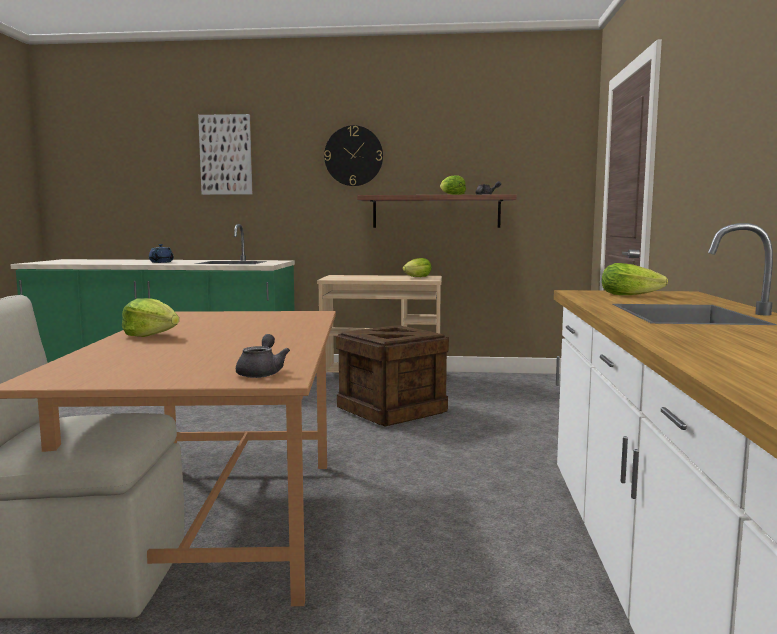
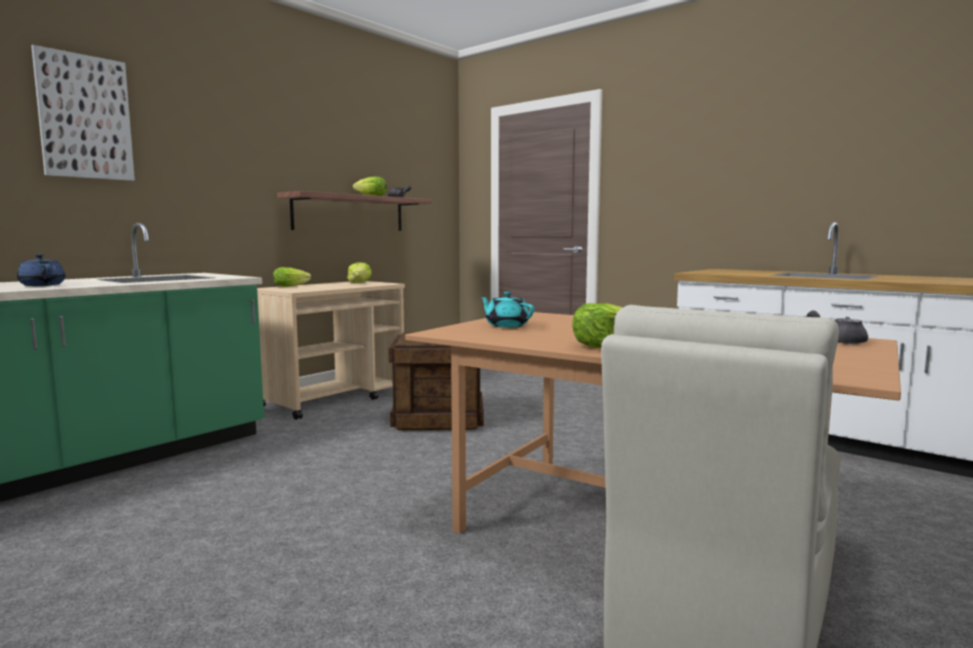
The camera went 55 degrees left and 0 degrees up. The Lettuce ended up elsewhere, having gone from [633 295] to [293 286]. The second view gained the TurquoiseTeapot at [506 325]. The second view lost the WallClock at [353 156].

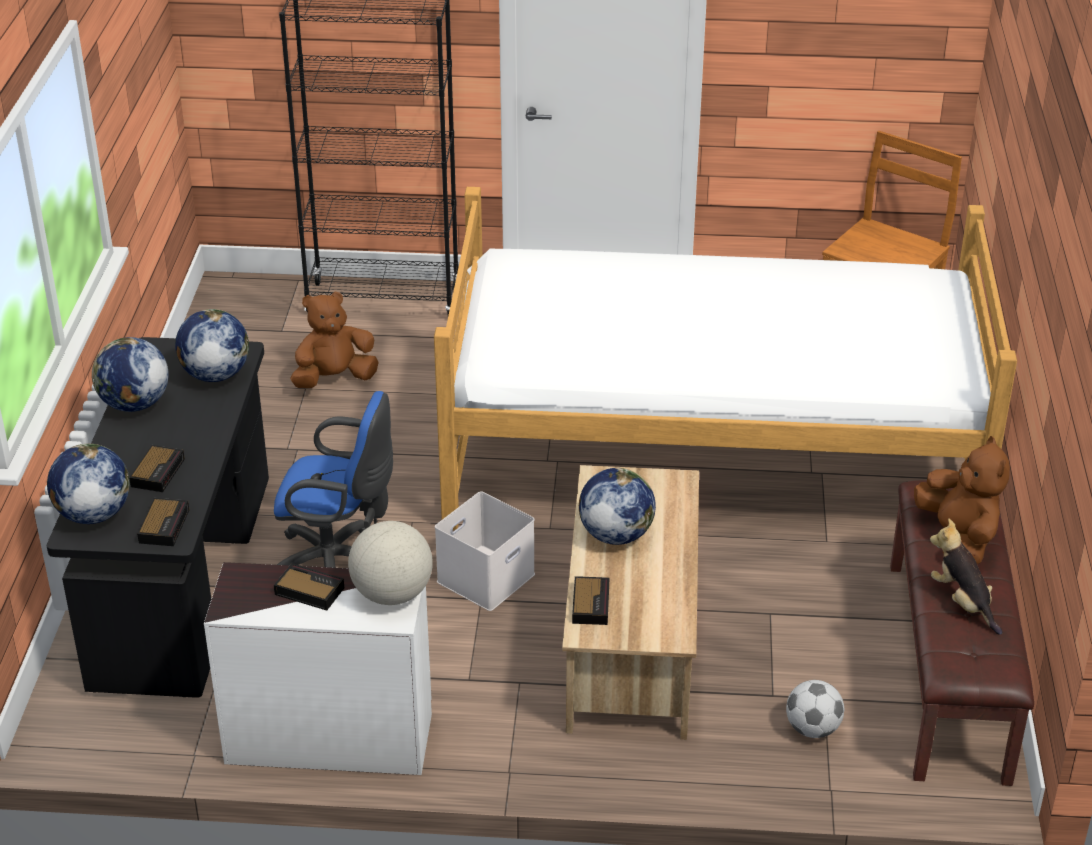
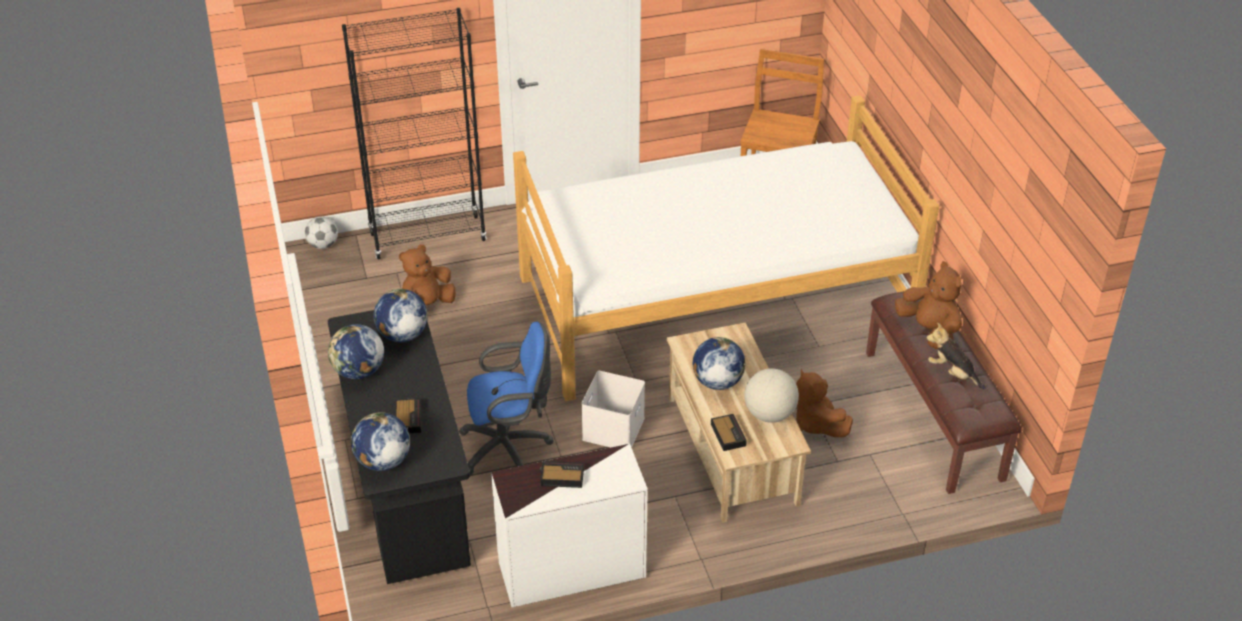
The camera went 20 degrees left and 5 degrees up. The Football ended up elsewhere, having gone from [812 729] to [323 245]. The Globe ended up elsewhere, having gone from [392 594] to [769 414]. The second view gained the BrownPlushToy at [816 423]. The second view lost the AlarmClock at [164 525].

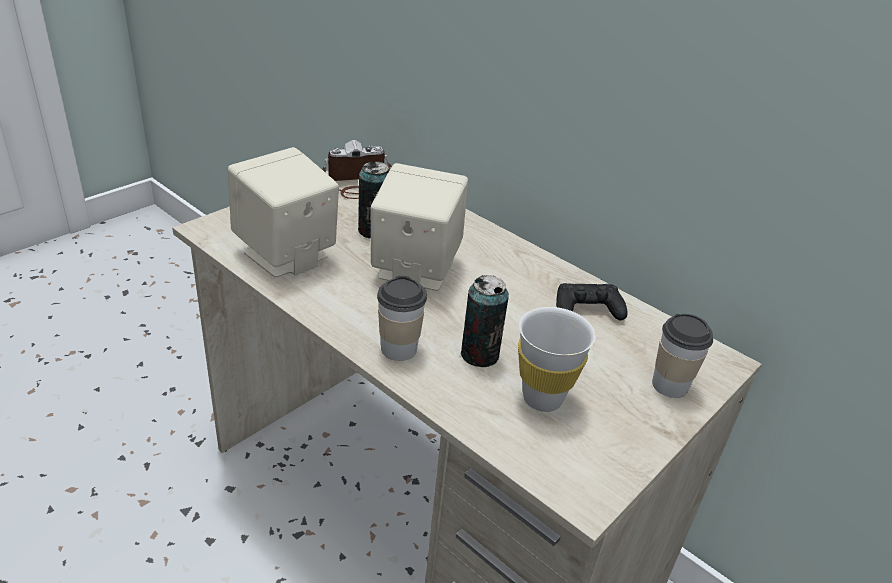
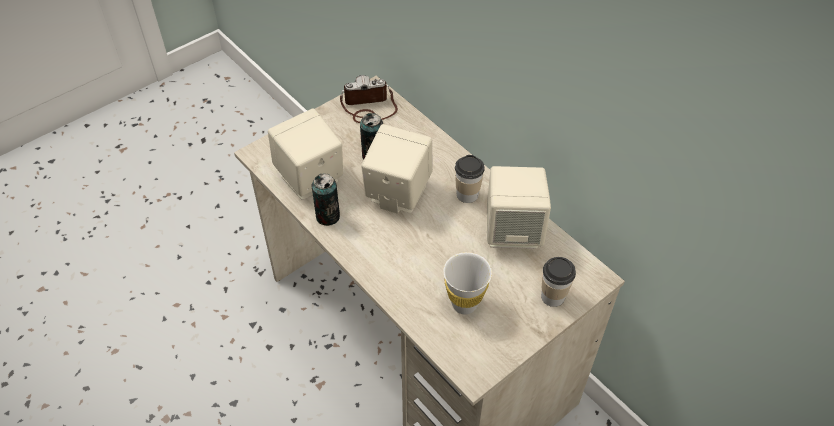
The camera went 10 degrees right and 15 degrees up. The Can ended up elsewhere, having gone from [479 355] to [328 216]. The Cup ended up elsewhere, having gone from [398 349] to [467 194]. Where the BlackGameController stood at [587 309], the BeigeSpeaker came to stand at [513 231].

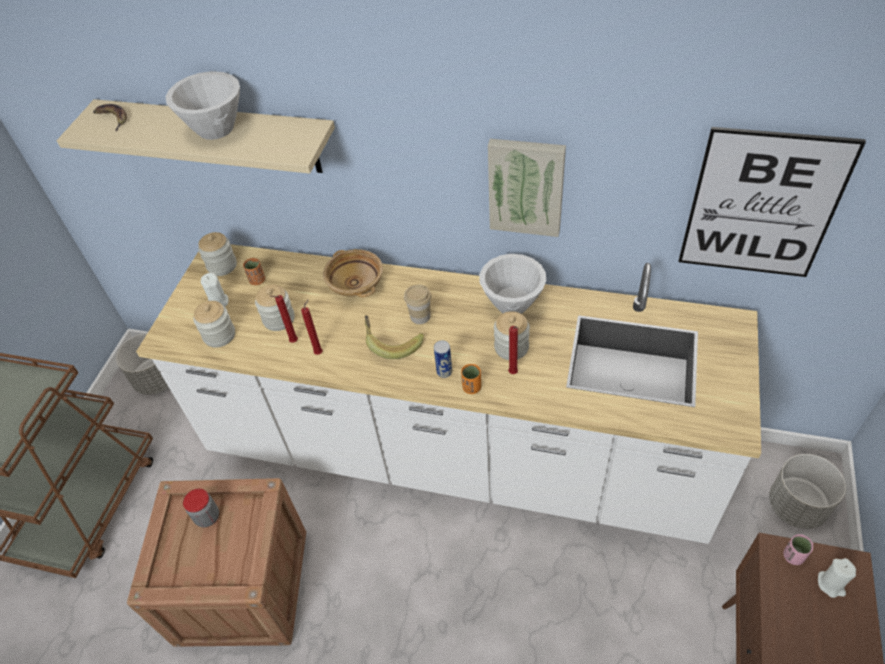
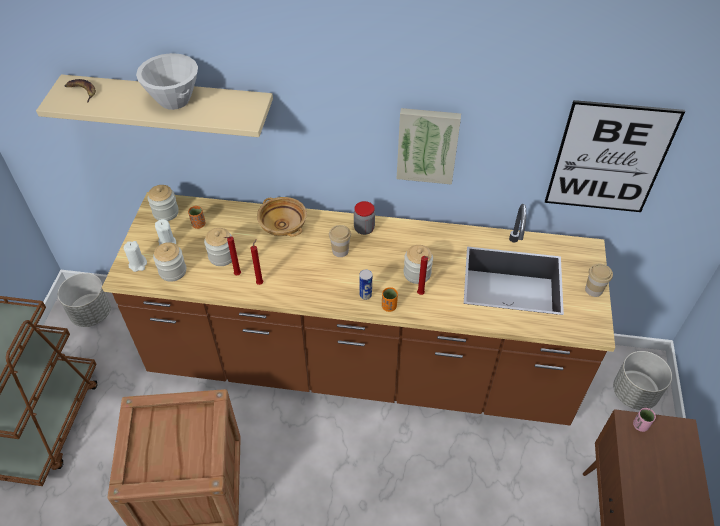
The camera went 10 degrees left and 0 degrees up. What was the WhiteCounter at [455 453] turned into the BrownCounter at [360 365]. The WhiteCandle ended up elsewhere, having gone from [831 584] to [138 264]. The Jar ended up elsewhere, having gone from [207 517] to [364 229]. The second view gained the Cup at [593 290]. The second view lost the Banana at [392 343]. The second view lost the WhiteBowl at [511 303].

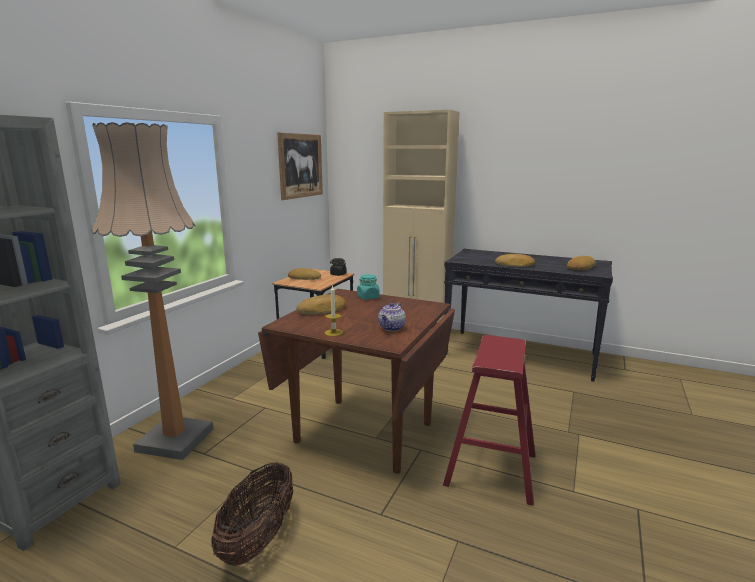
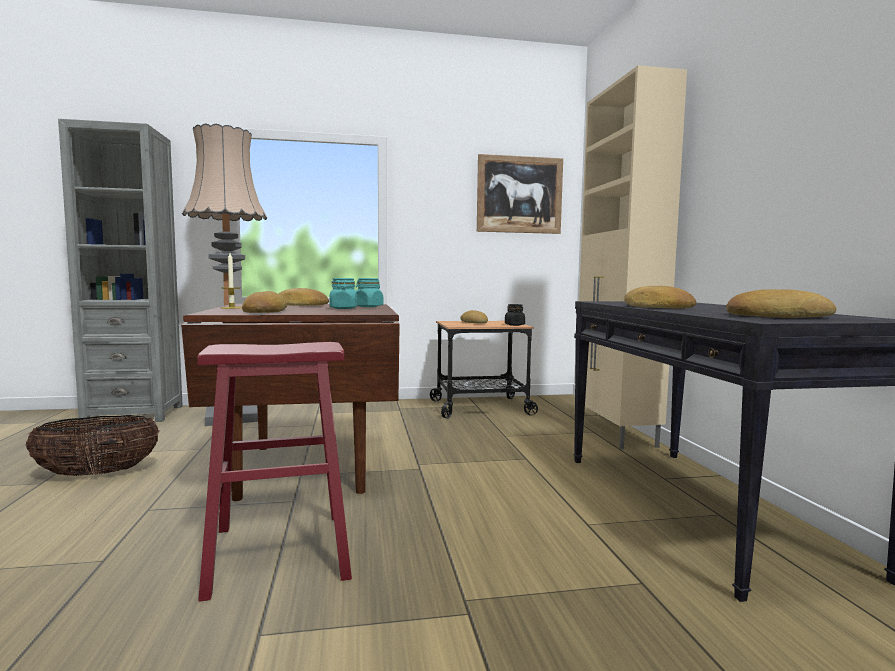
The camera went 55 degrees right and 10 degrees down. Where the Teapot stood at [391 328], the Bread came to stand at [264 311]. The second view gained the TurquoiseJar at [343 308].

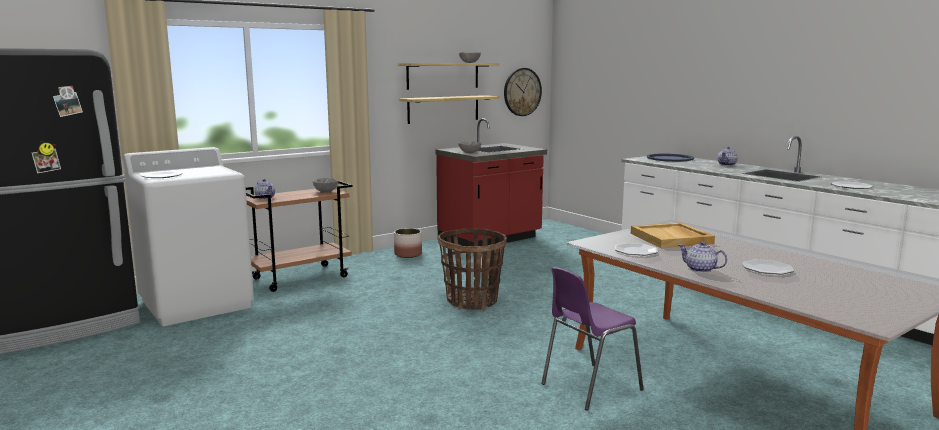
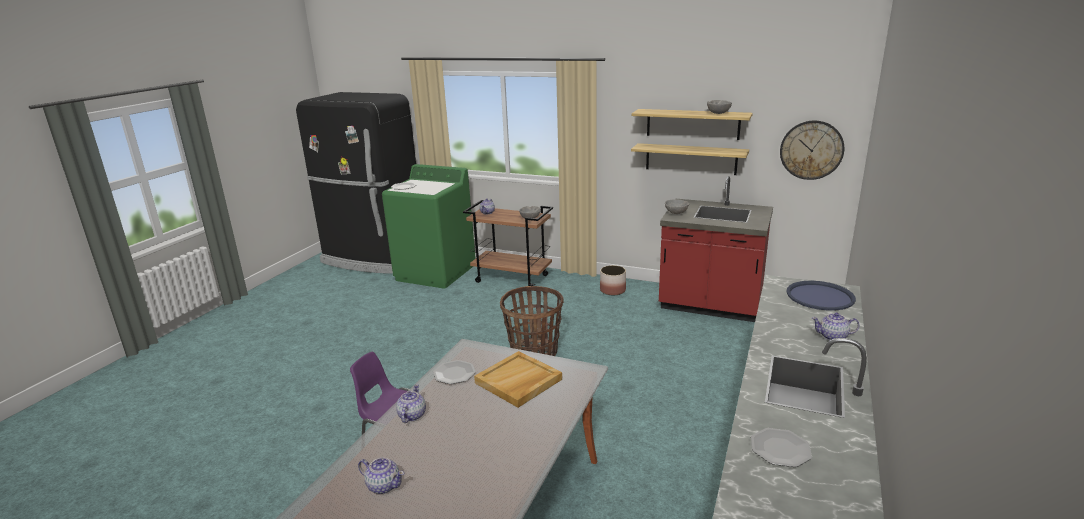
The camera went 60 degrees right and 10 degrees up. The second view gained the Teapot at [383 485]. What was the WhiteWashingMachine at [197 303] turned into the GreenWashingMachine at [436 273]. The second view lost the Plate at [767 269].

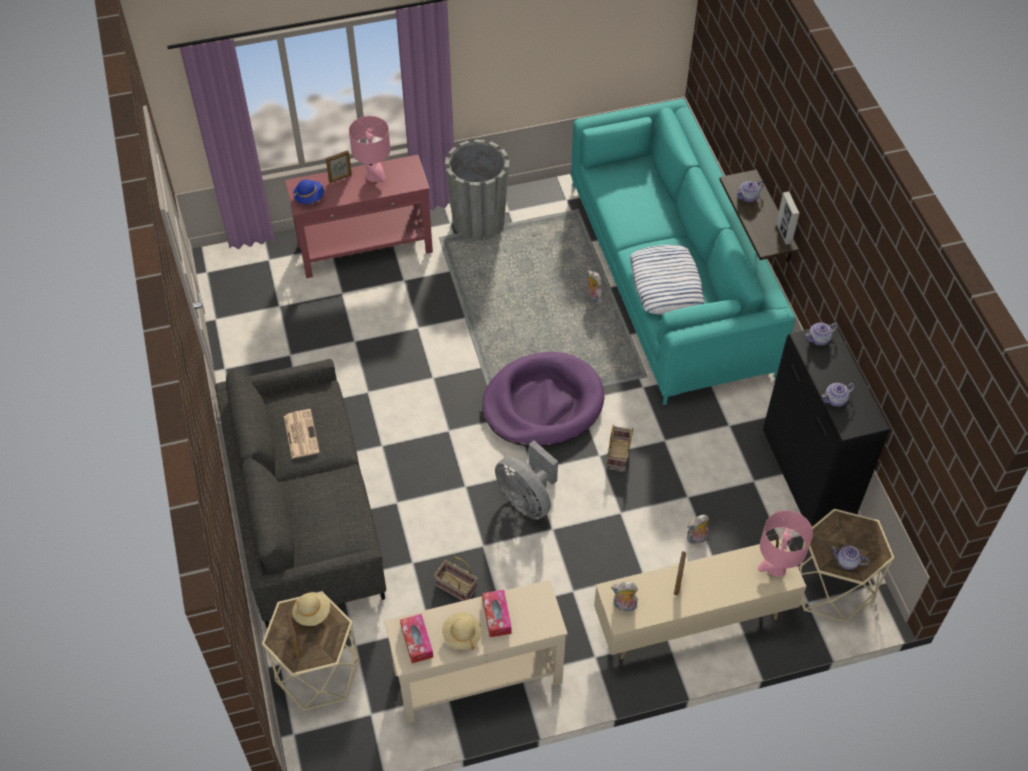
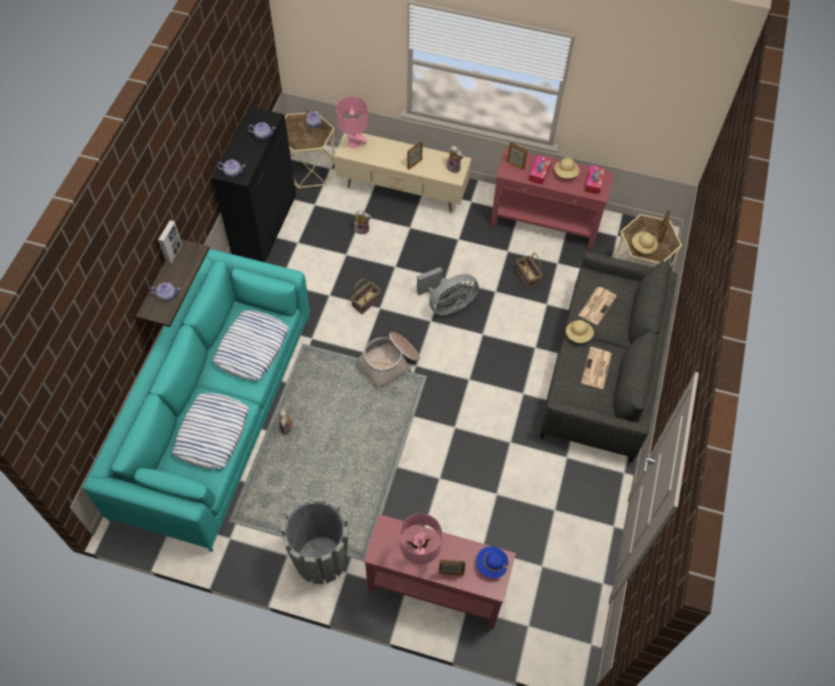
The camera went 150 degrees left and 5 degrees up. The second view gained the Pillow at [212 433]. Where the PurpleDogBed stood at [543 403], the Basket came to stand at [389 363]. The GreyFan at [527 499] ended up facing another way, 75 degrees clockwise from before. What was the BeigeConsoleTable at [477 677] turned into the RedConsoleTable at [545 224]. The second view gained the PictureFrame at [515 165]. The second view gained the BeigeHat at [578 335]. The second view gained the Newspaper at [597 305].

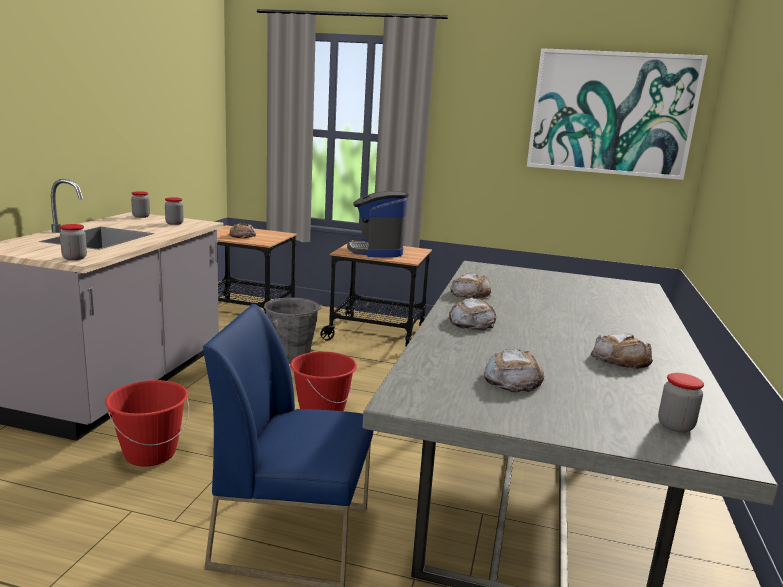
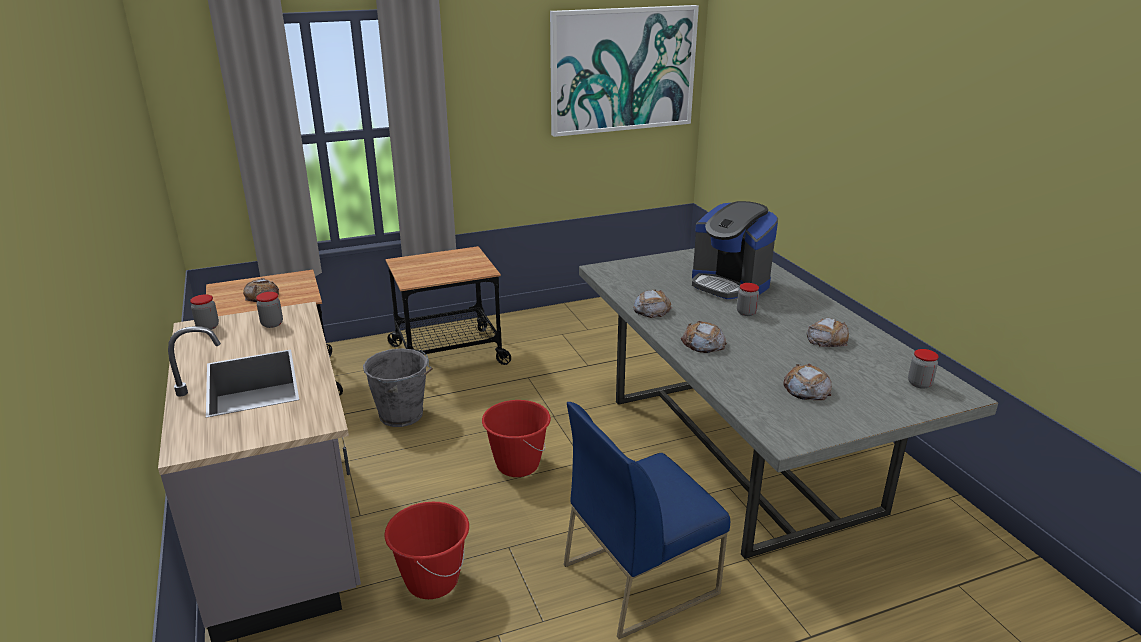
The camera went 35 degrees left and 10 degrees up. The CoffeeMachine ended up elsewhere, having gone from [376 250] to [729 284]. The Jar ended up elsewhere, having gone from [74 258] to [746 312].

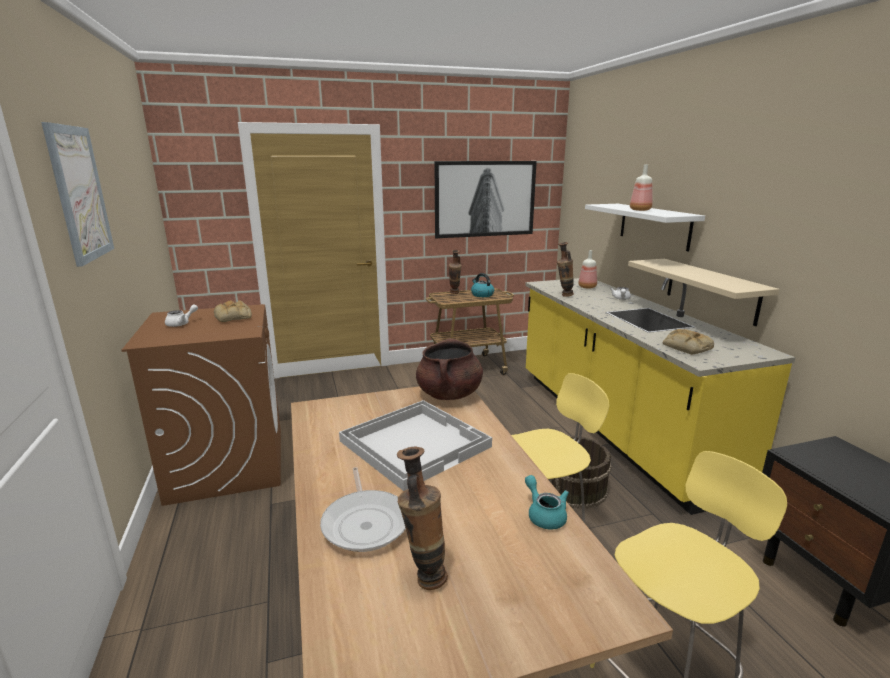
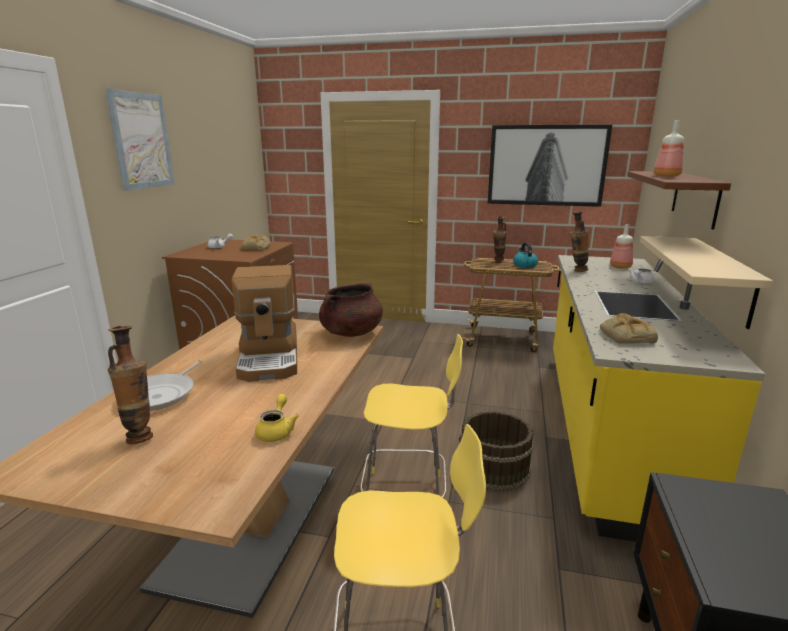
The camera went 30 degrees right and 0 degrees up. Where the WhiteTray stood at [415 443], the CoffeeMachine came to stand at [270 358]. What was the TurquoiseTeapot at [544 515] turned into the YellowTeapot at [277 431]. What was the WhiteShelf at [654 226] turned into the BrownShelf at [695 198].

